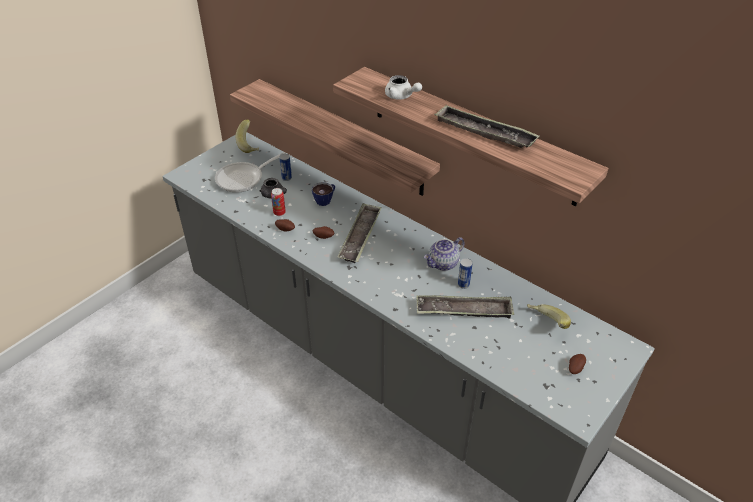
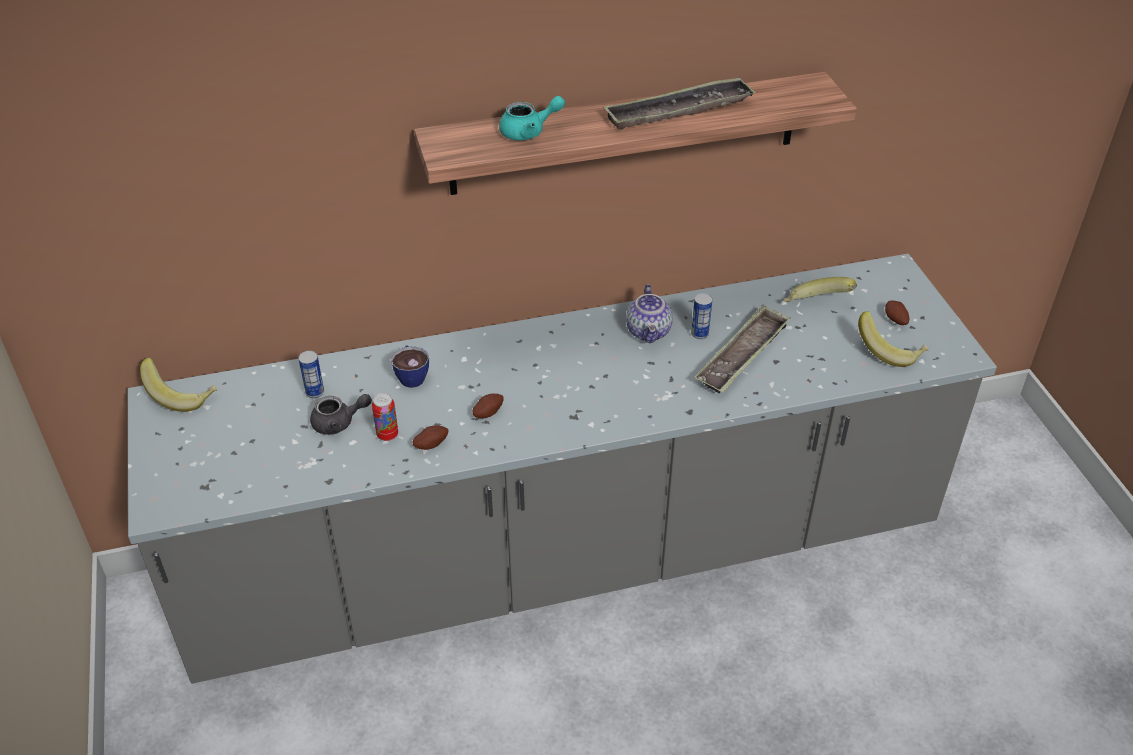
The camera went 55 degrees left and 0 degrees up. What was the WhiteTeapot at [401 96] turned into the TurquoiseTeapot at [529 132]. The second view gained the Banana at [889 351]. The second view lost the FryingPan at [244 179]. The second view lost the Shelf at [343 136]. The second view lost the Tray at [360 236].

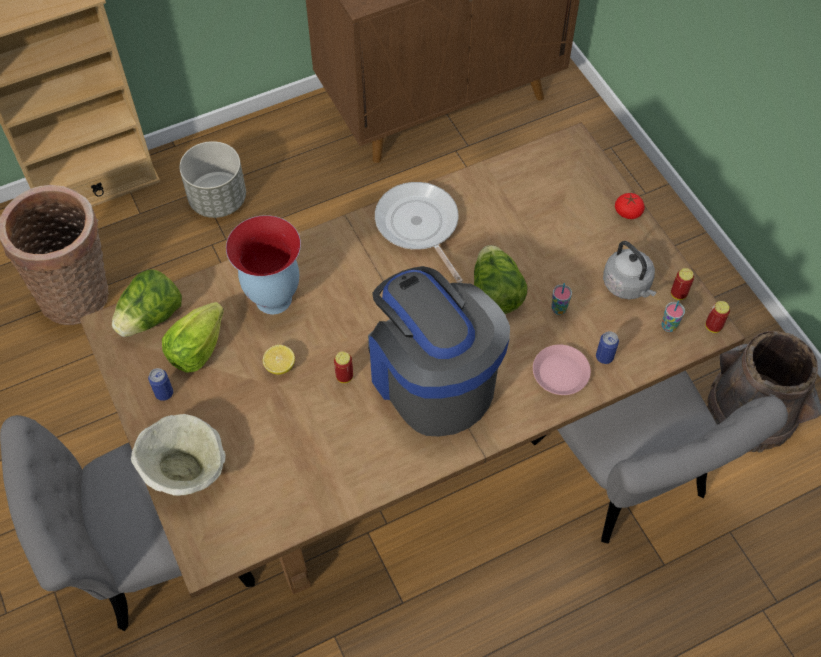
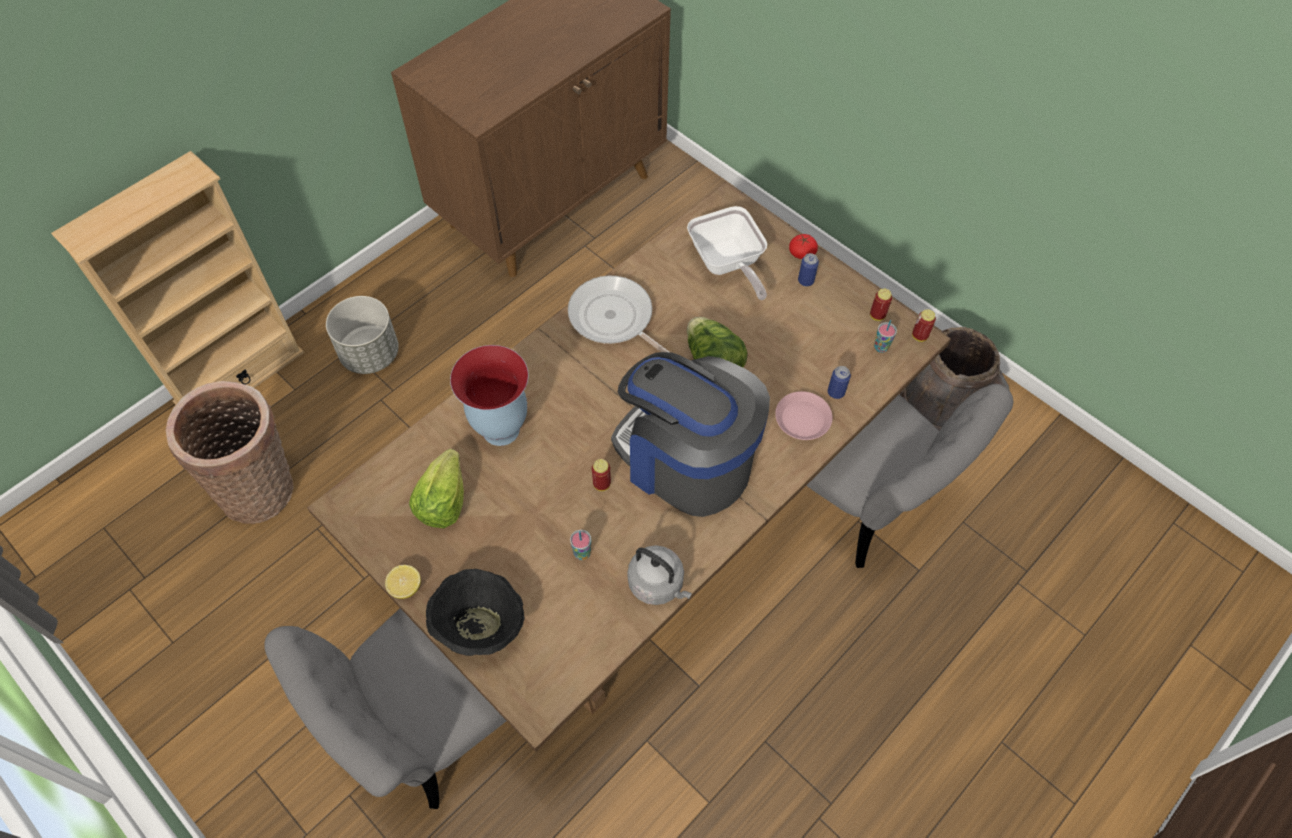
The camera went 20 degrees left and 0 degrees up. The Lemon ended up elsewhere, having gone from [280 366] to [405 587]. What was the BeigeBowl at [185 469] turned into the BlackBowl at [480 625]. The Cup ended up elsewhere, having gone from [558 309] to [582 553]. The GreyKettle ended up elsewhere, having gone from [628 285] to [658 584]. The second view gained the FryingPan at [727 265]. The Can ended up elsewhere, having gone from [164 393] to [805 281]. The second view lost the Lettuce at [151 317].

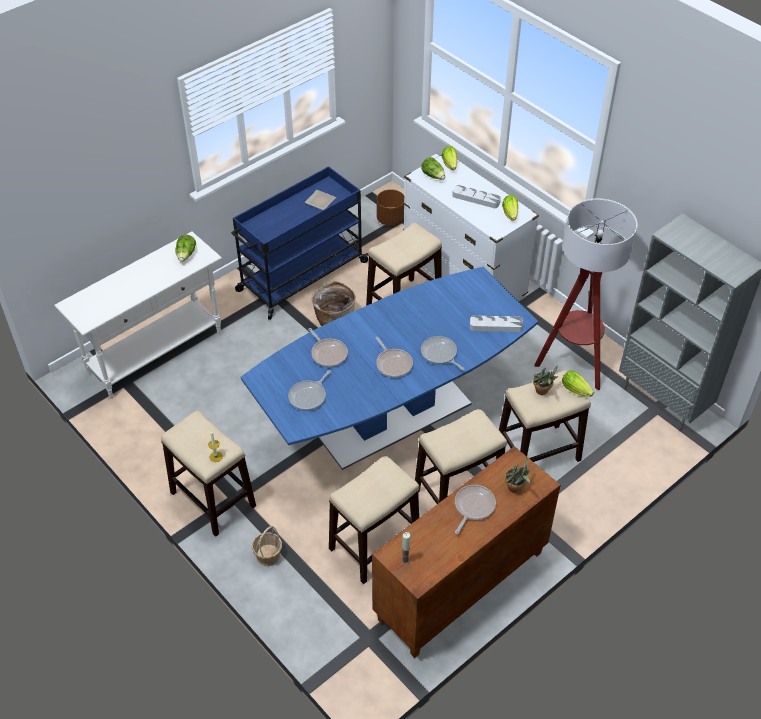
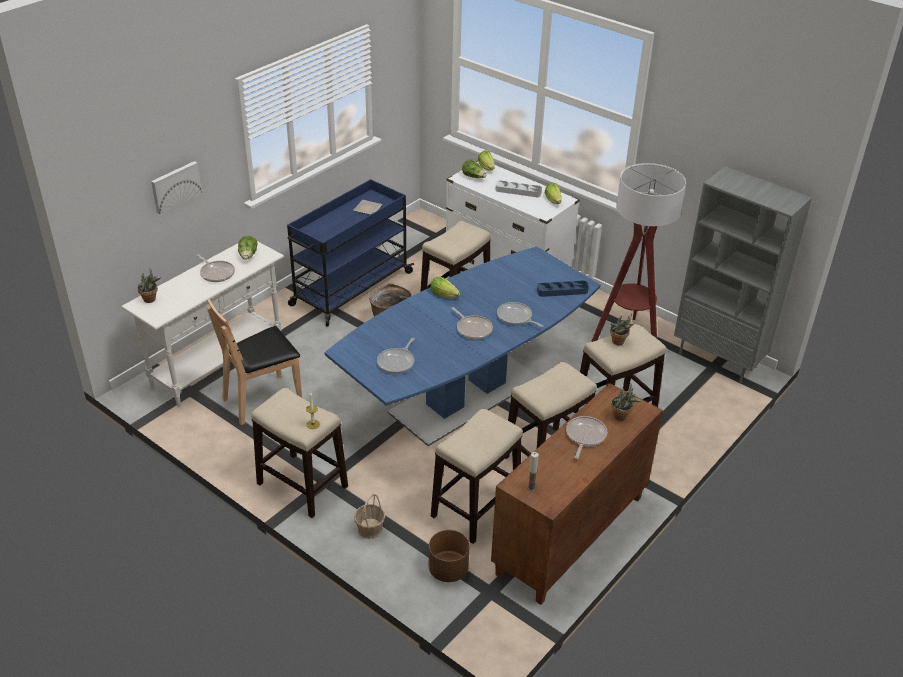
The camera went 10 degrees left and 10 degrees down. The second view gained the PottedPlant at [151 299]. The second view gained the Picture at [175 186]. The FryingPan ended up elsewhere, having gone from [328 353] to [216 273]. The second view gained the BrownChair at [263 400]. The BrownPlanter ended up elsewhere, having gone from [390 219] to [448 570]. The Lettuce ended up elsewhere, having gone from [577 390] to [445 295]. What was the GreyTray at [496 326] turned into the BlueTray at [562 291].

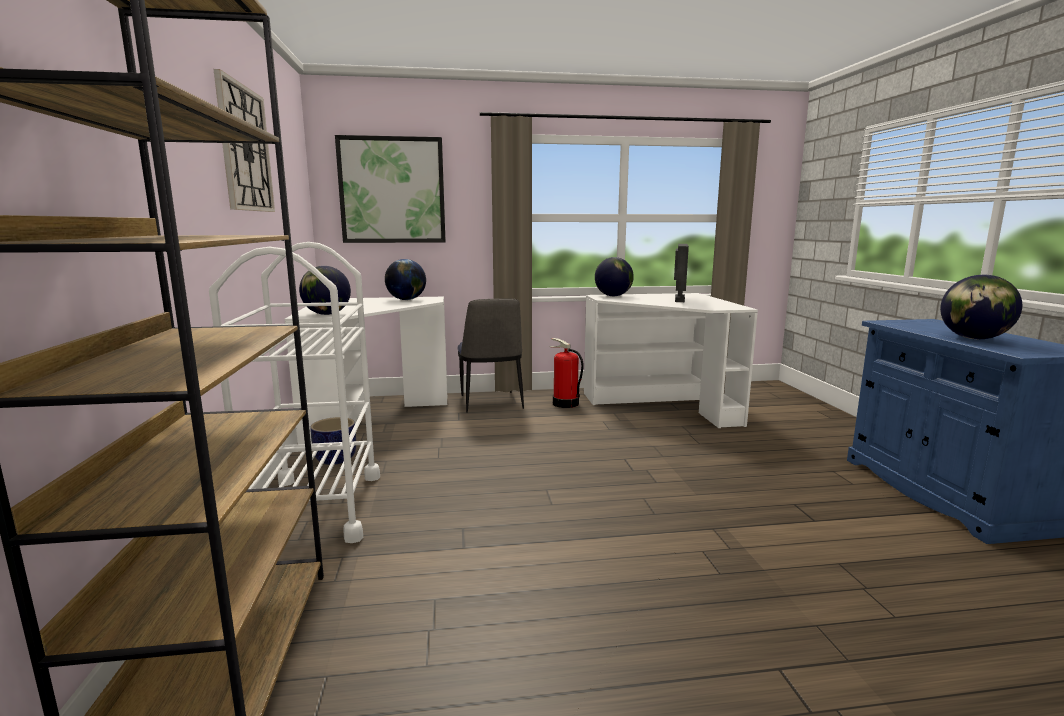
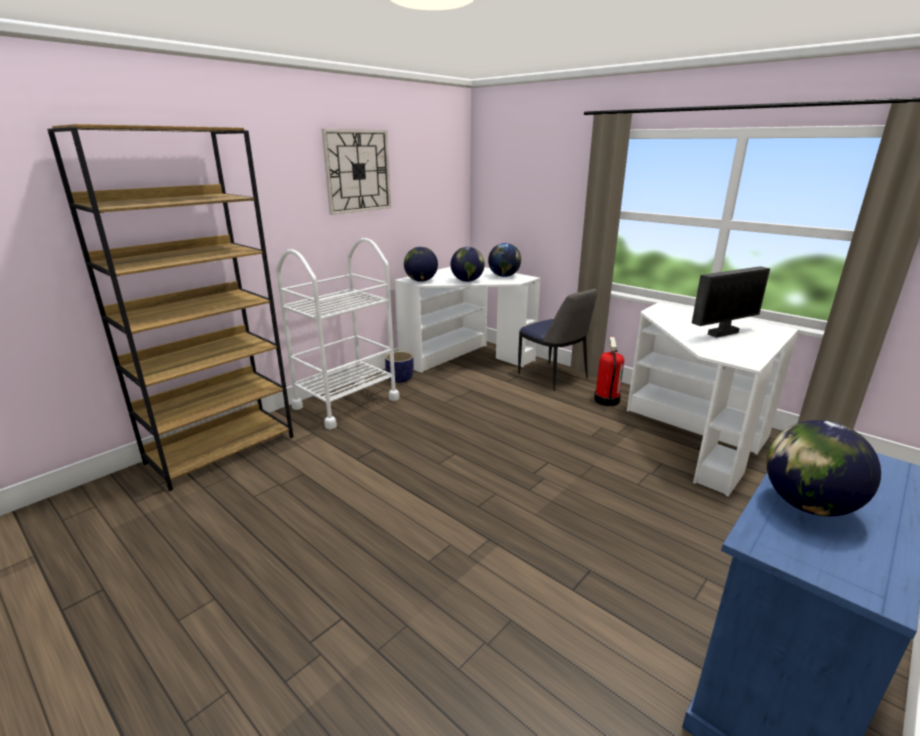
The camera went 50 degrees right and 10 degrees up. The Globe ended up elsewhere, having gone from [613 296] to [467 281]. The Chair at [491 403] ended up facing another way, 75 degrees counterclockwise from before. The second view lost the Picture at [392 190].

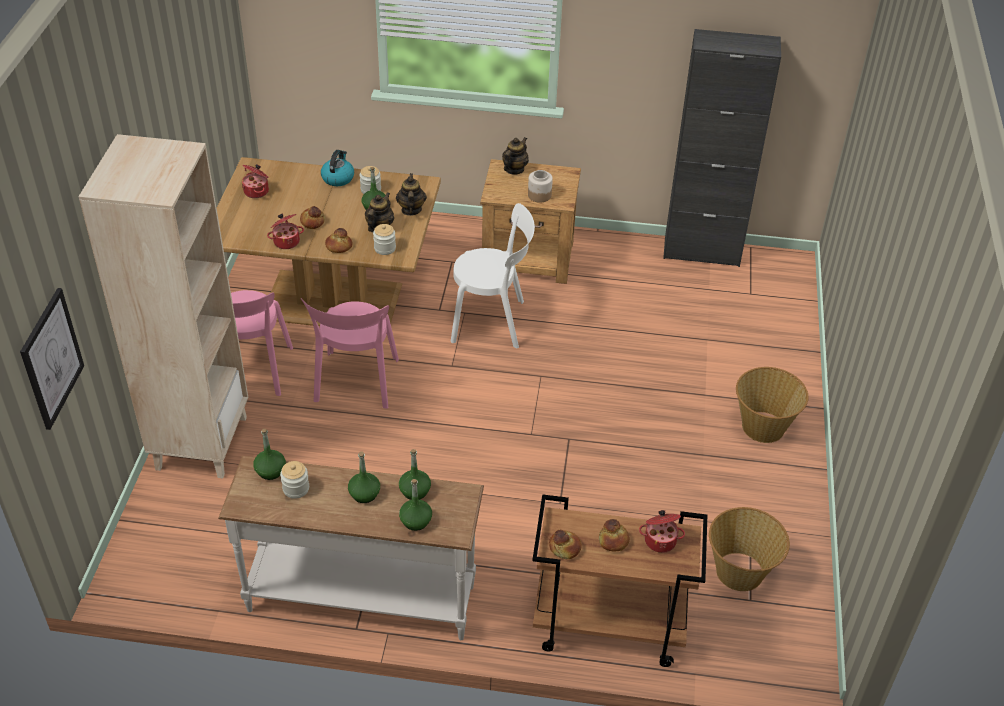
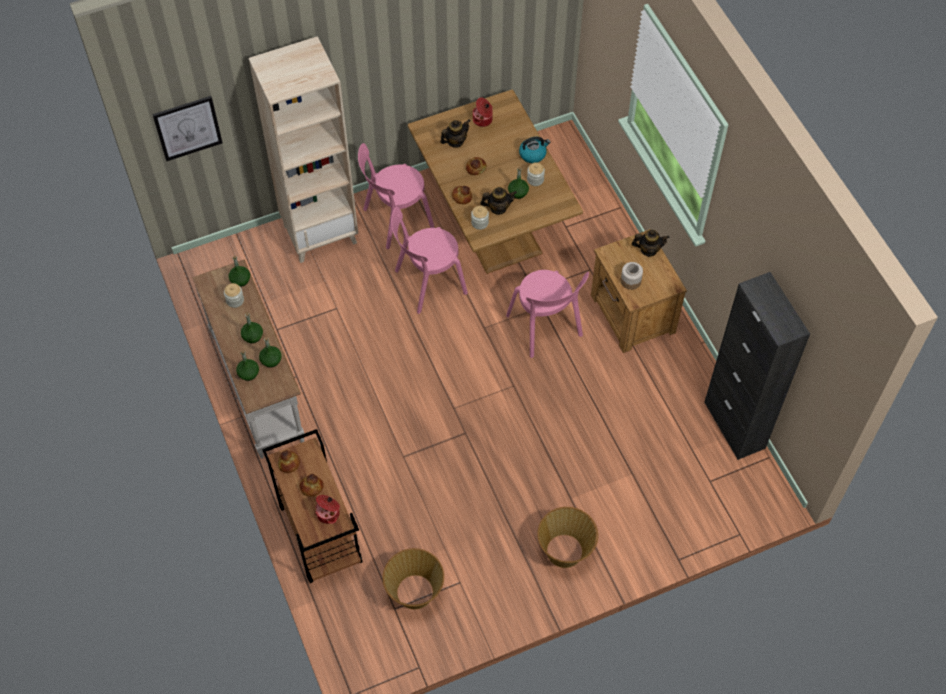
The camera went 60 degrees right and 15 degrees up. The Teapot ended up elsewhere, having gone from [411 210] to [455 141]. What was the WhiteChair at [492 322] turned into the PinkChair at [545 328]. The second view lost the CookingPot at [286 241].

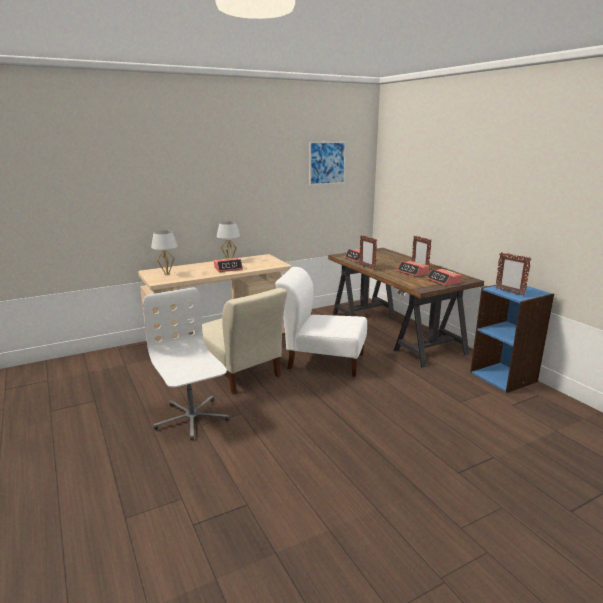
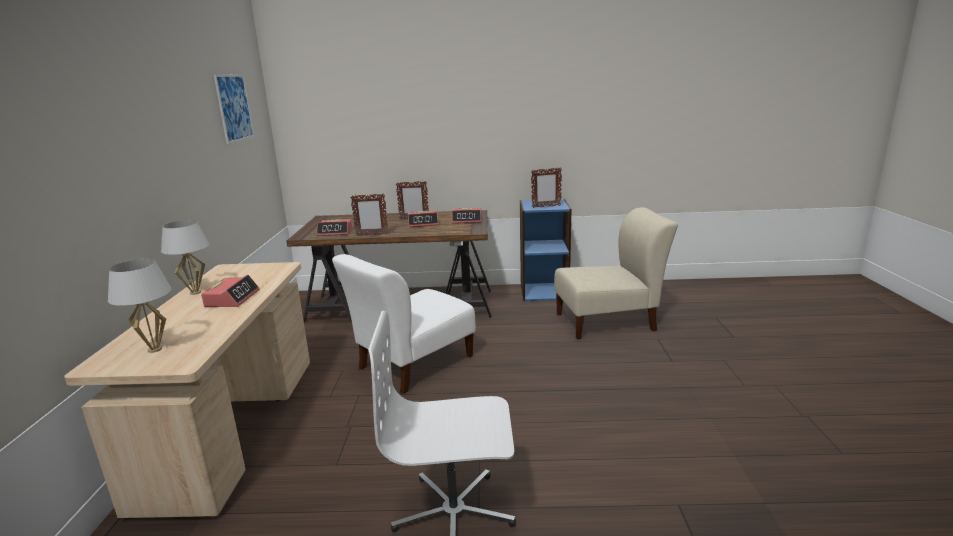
The camera went 60 degrees left and 0 degrees up. The BeigeChair ended up elsewhere, having gone from [240 373] to [609 321].

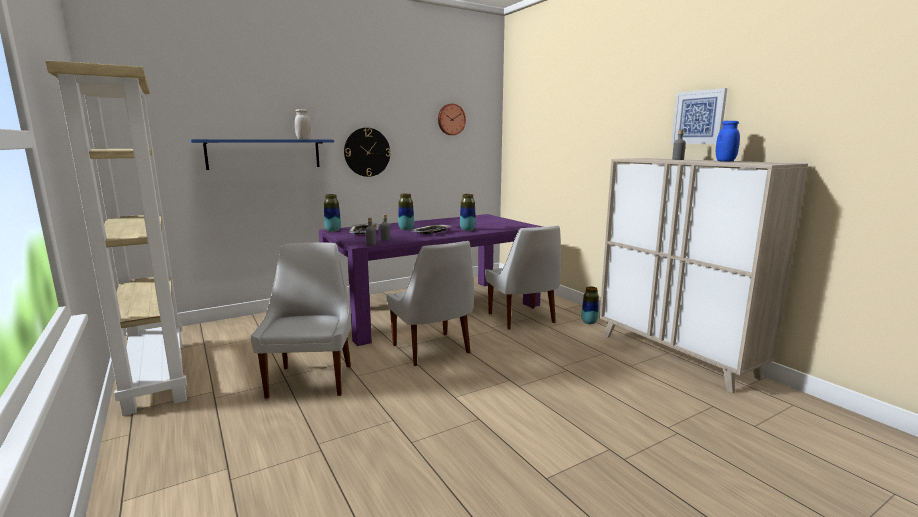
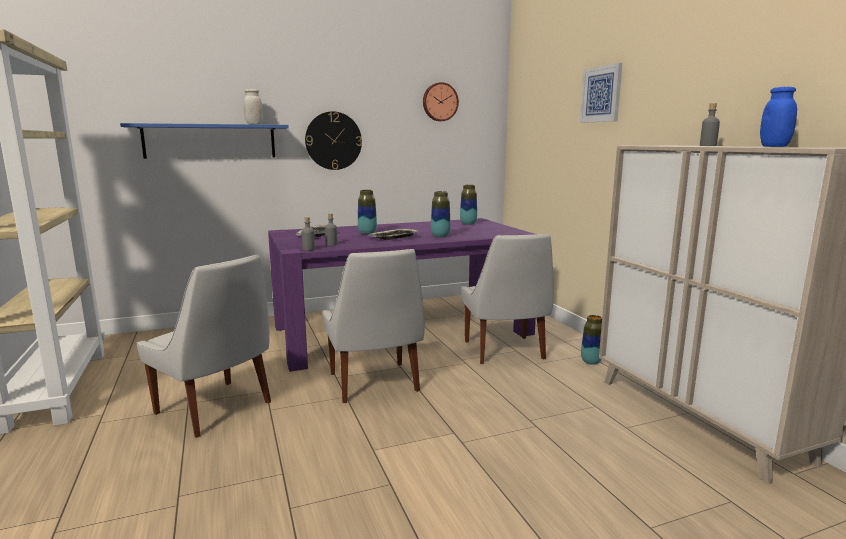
The camera went 10 degrees right and 0 degrees up. The WhiteChair at [311 379] ended up facing another way, 120 degrees clockwise from before. The Vase ended up elsewhere, having gone from [333 230] to [468 224]. The Picture ended up elsewhere, having gone from [698 117] to [601 94].

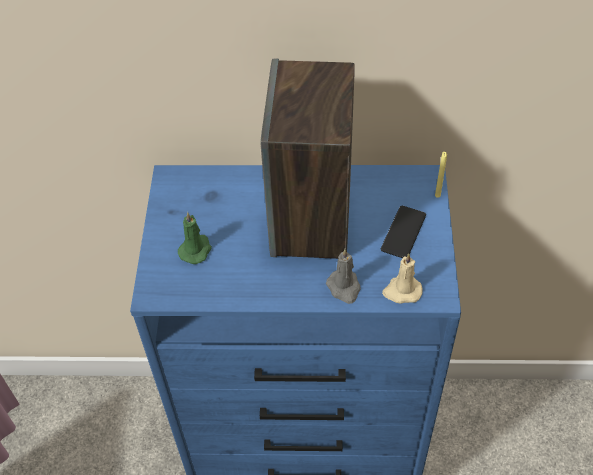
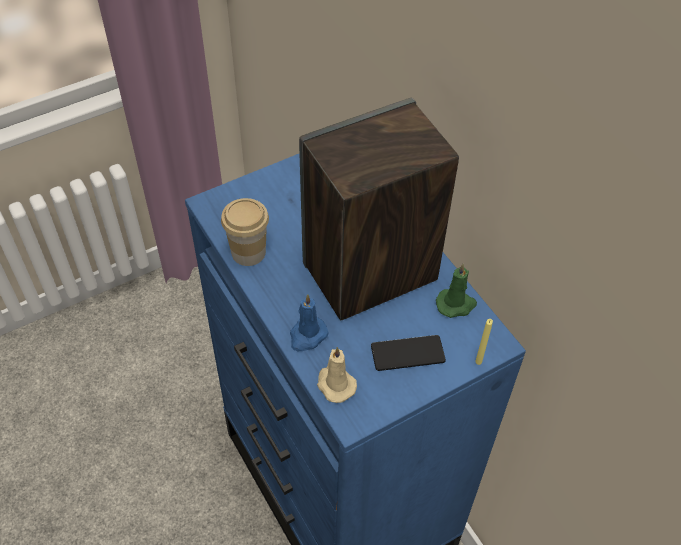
The camera went 55 degrees right and 0 degrees up. The second view gained the Cup at [248 252]. What was the GreyCandle at [344 288] turned into the BlueCandle at [307 336]. The GreenCandle ended up elsewhere, having gone from [196 249] to [456 304].

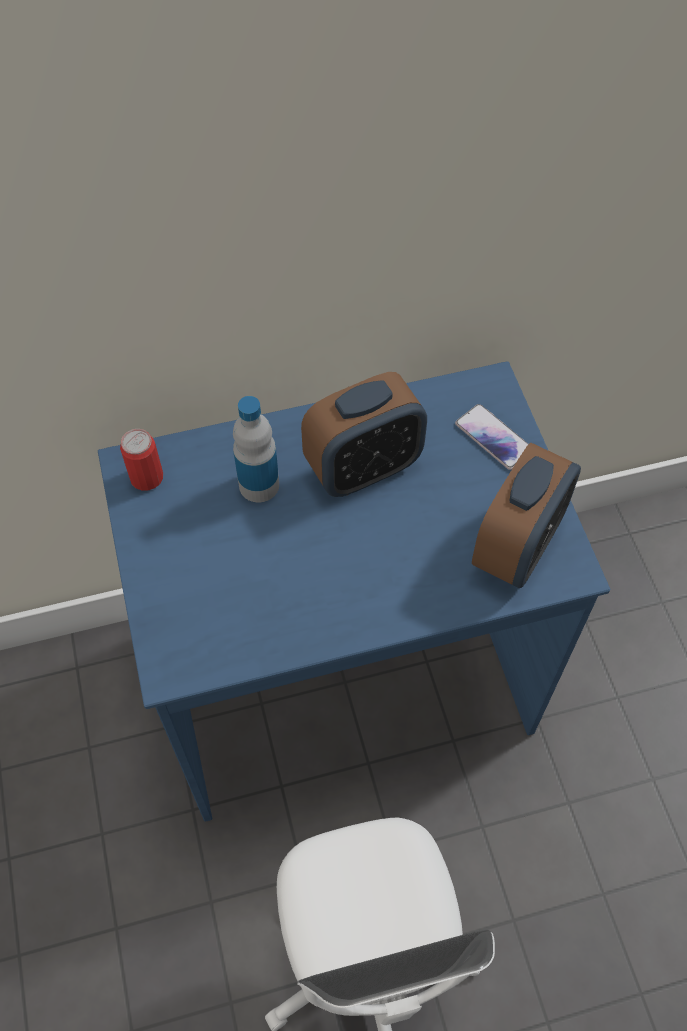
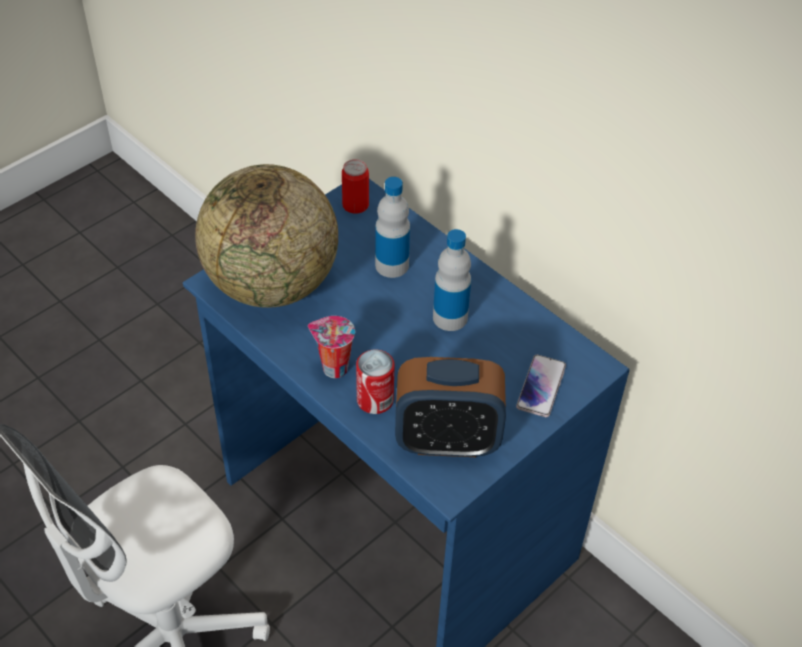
The camera went 60 degrees right and 10 degrees down. The second view gained the Globe at [272 284]. The second view gained the Cup at [333 368]. The second view gained the Can at [375 400]. Where the AlarmClock stood at [363 468], the Bottle came to stand at [450 317].

